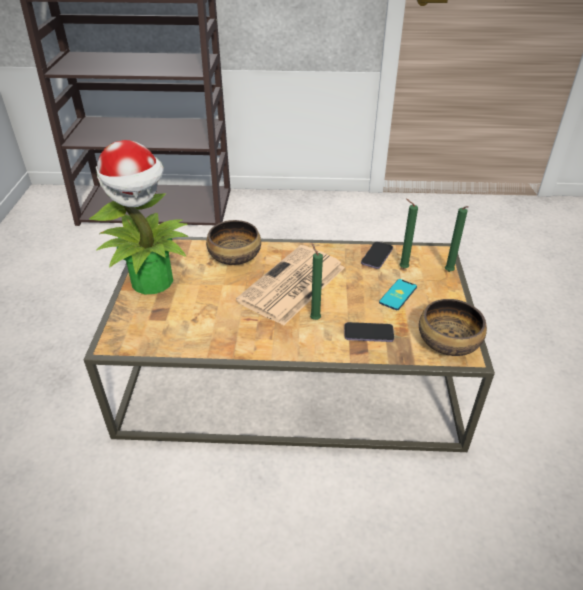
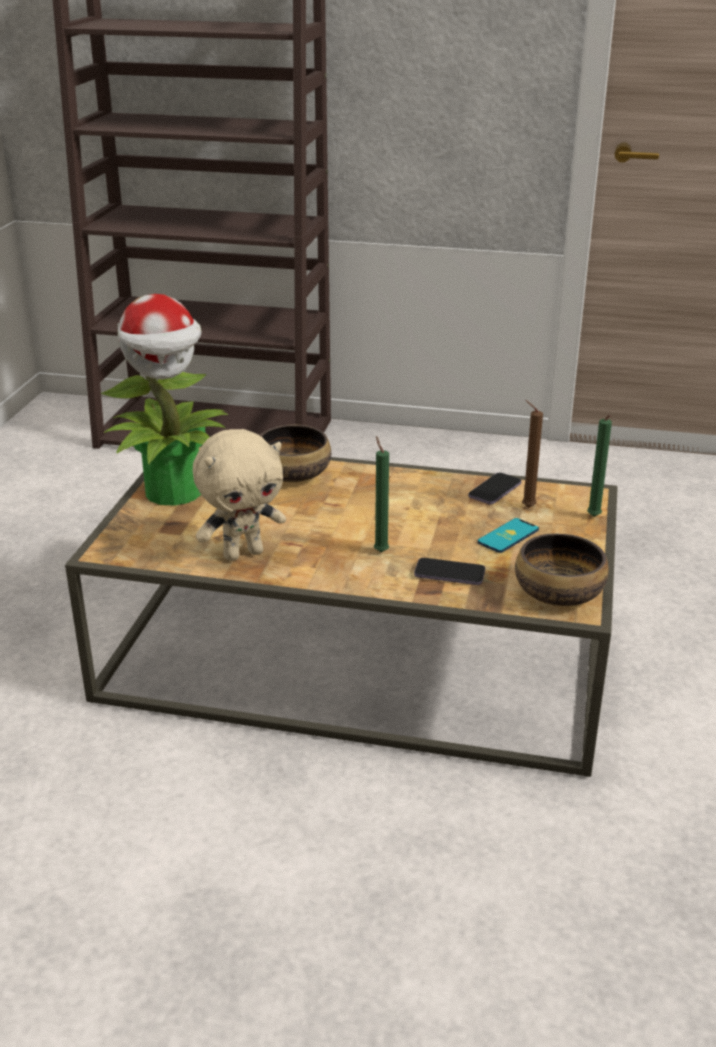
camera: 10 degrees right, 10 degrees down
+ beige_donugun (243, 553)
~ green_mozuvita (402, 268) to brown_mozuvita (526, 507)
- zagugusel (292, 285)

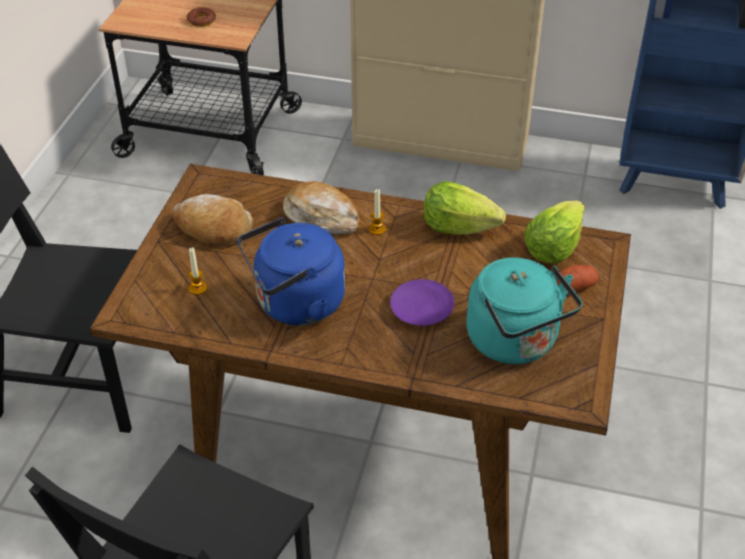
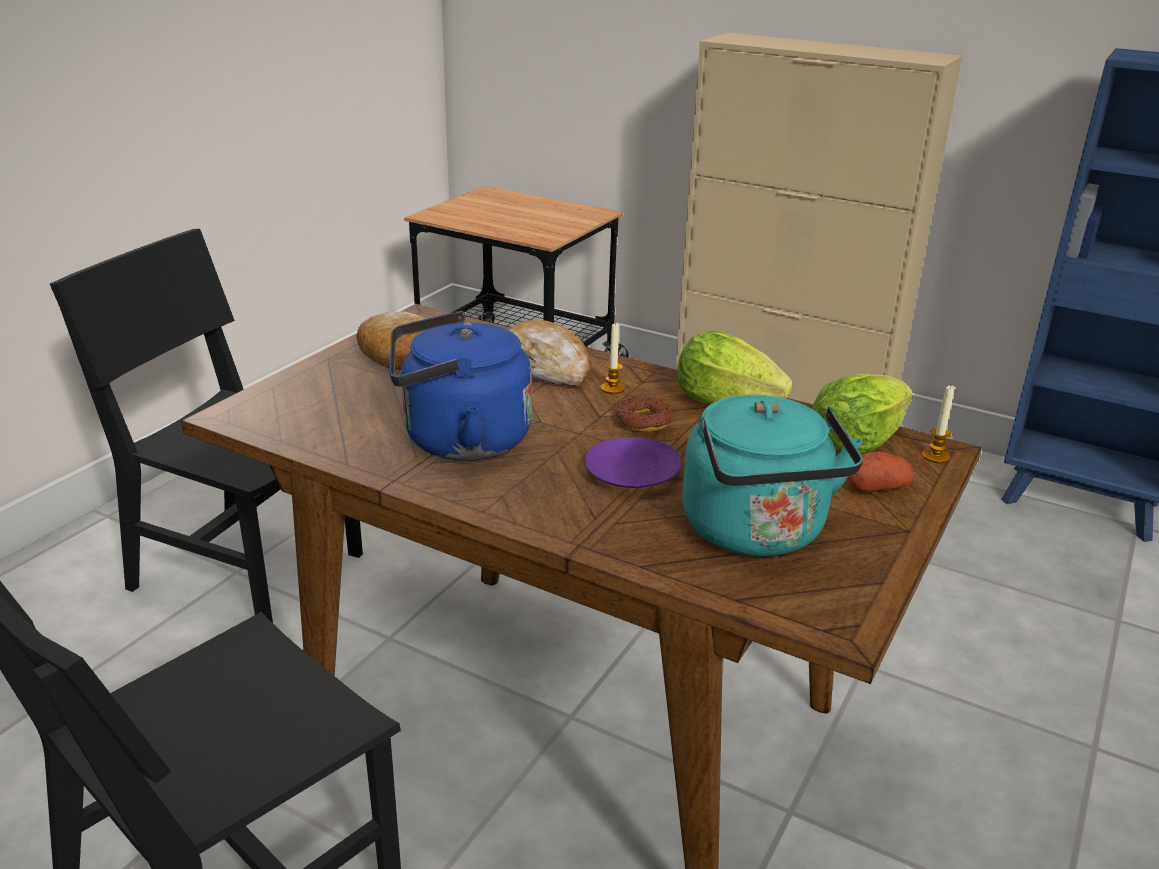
camera: 15 degrees right, 15 degrees down
~ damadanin (201, 20) to (643, 421)
~ mozuvita (197, 288) to (935, 456)

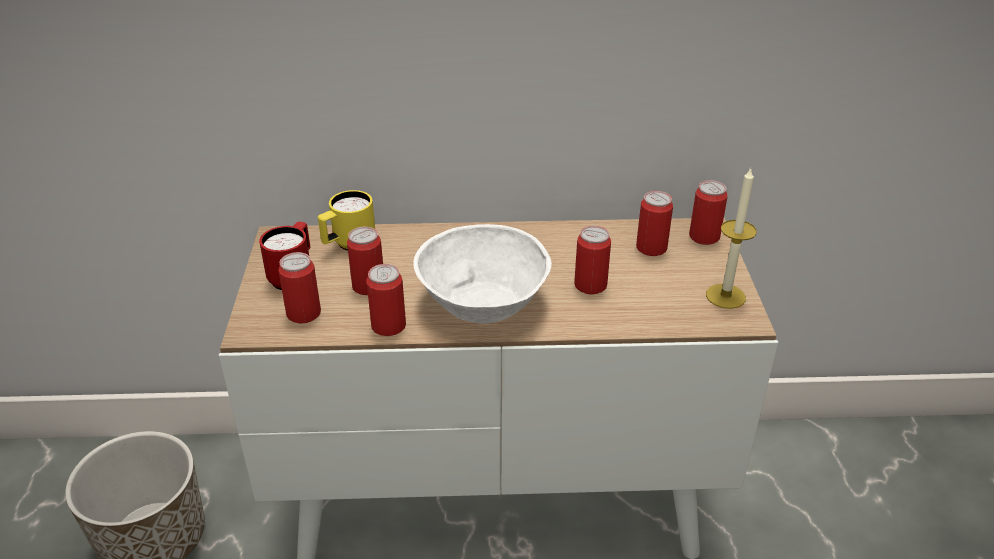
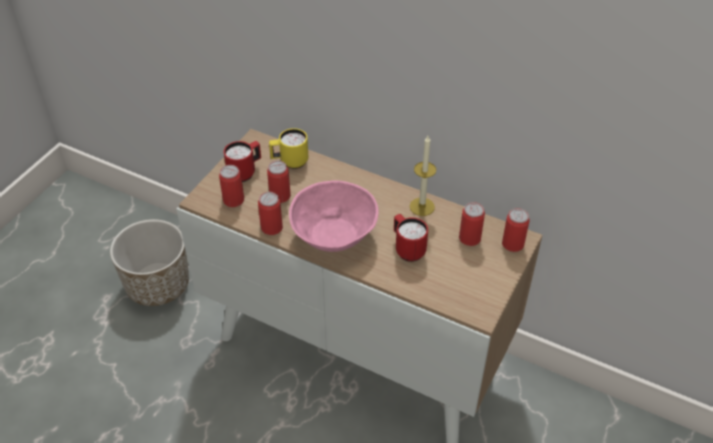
camera: 30 degrees right, 10 degrees up
~ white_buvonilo (485, 304) to pink_buvonilo (335, 236)
~ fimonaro (590, 285) to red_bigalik (407, 249)
~ mozuvita (725, 296) to (422, 206)

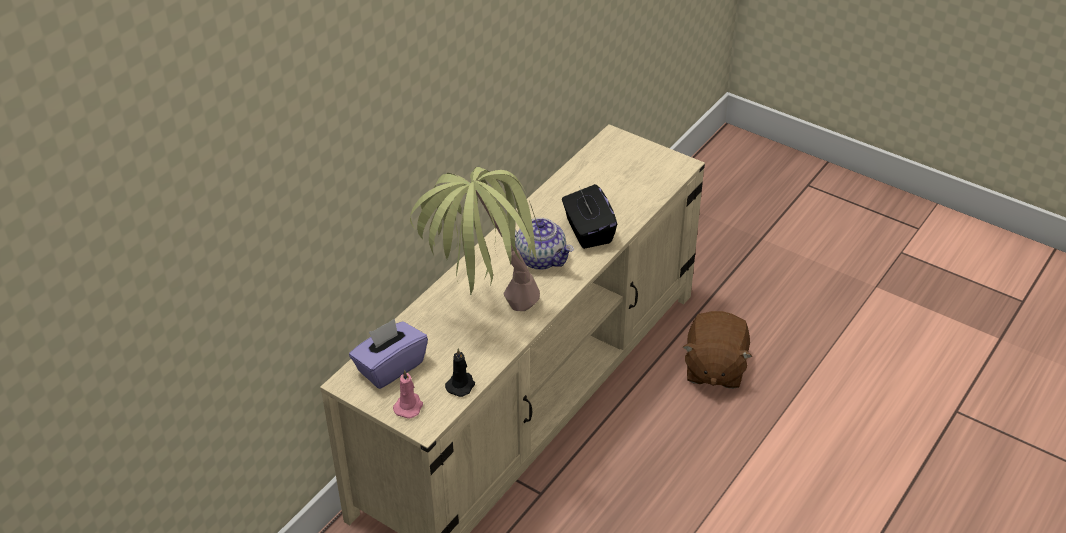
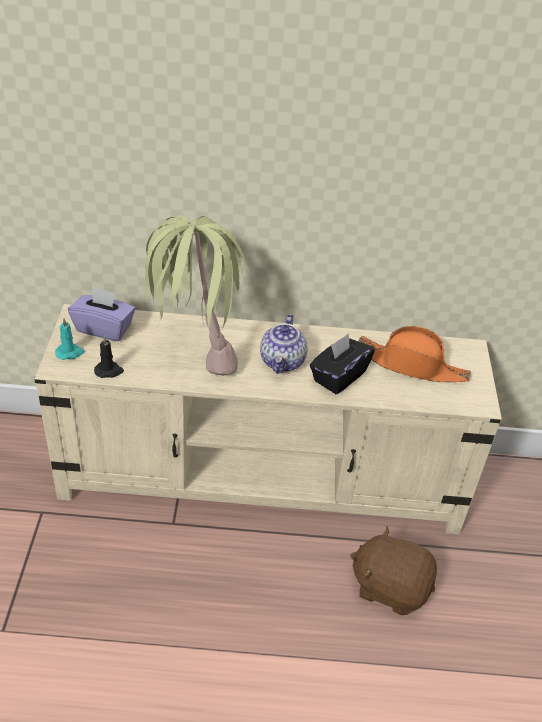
camera: 55 degrees right, 0 degrees up
~ pink_mozuvita (409, 406) to turquoise_mozuvita (70, 353)
~ brown_donugun (714, 368) = (390, 586) 45 degrees clockwise
+ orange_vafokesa (412, 365)

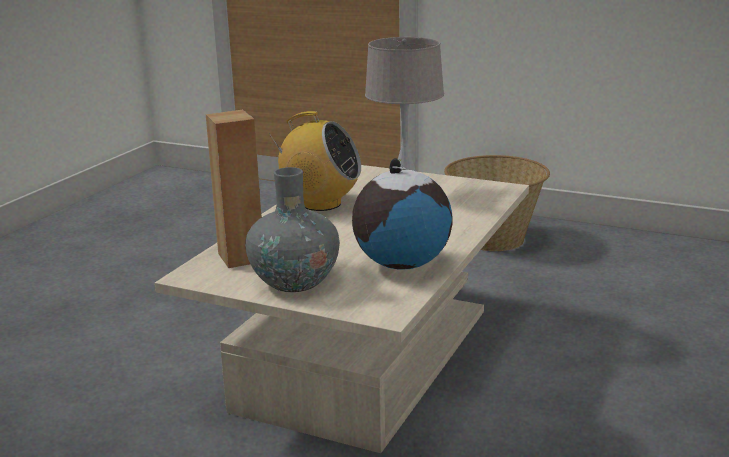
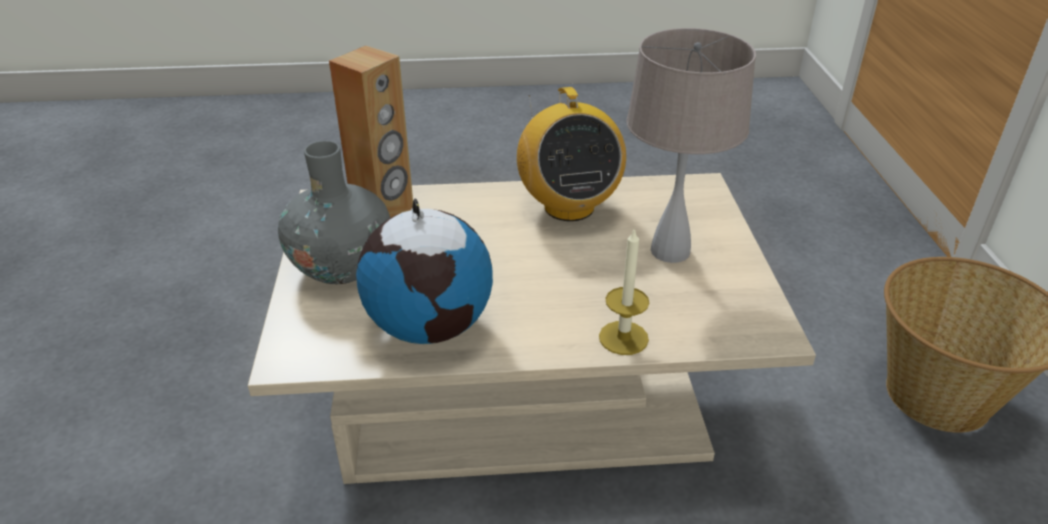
camera: 60 degrees right, 15 degrees up
+ mozuvita (623, 338)

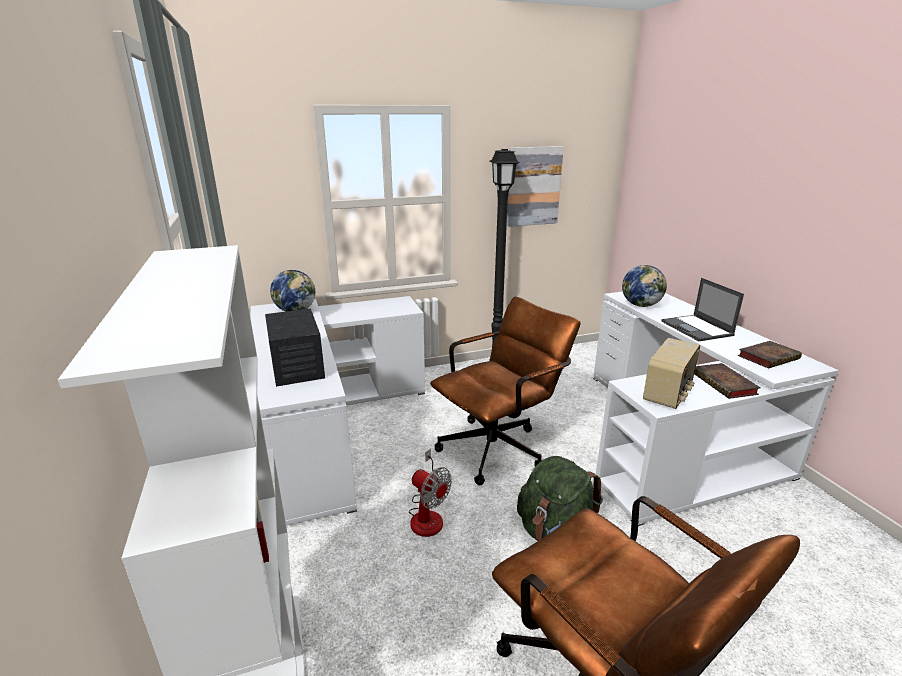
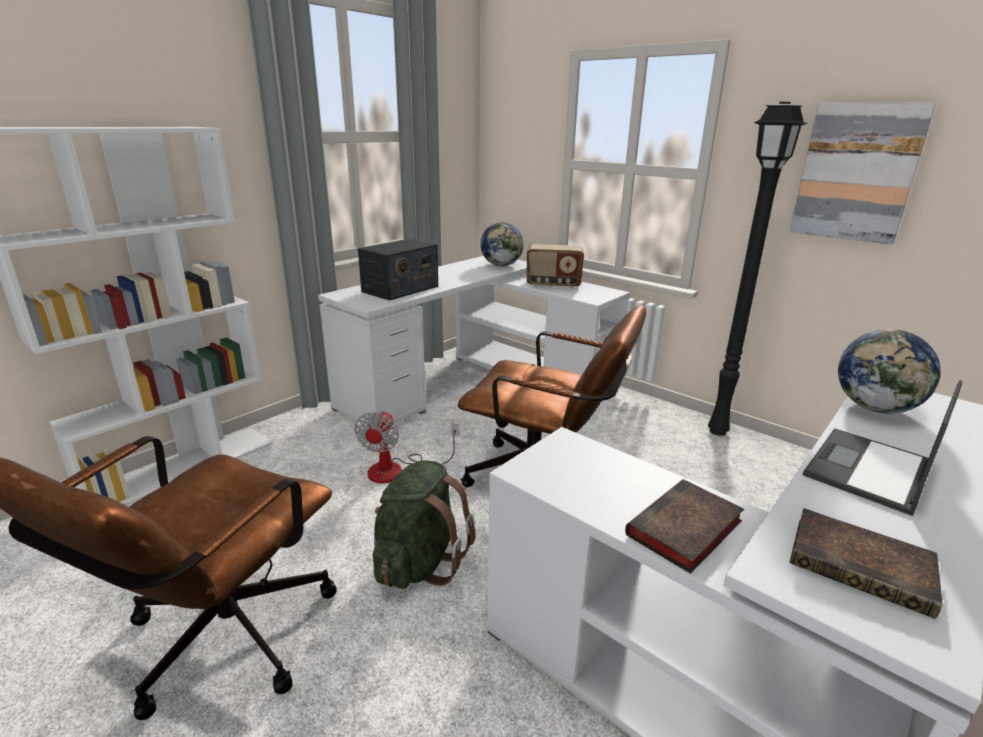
camera: 60 degrees right, 0 degrees up
~ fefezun (668, 394) to (553, 285)

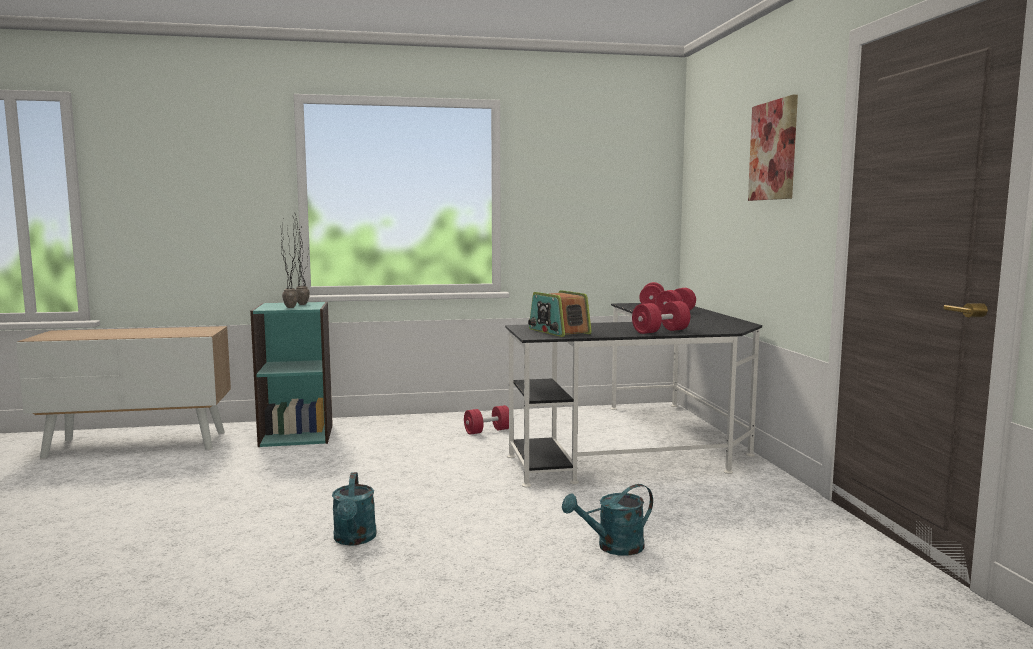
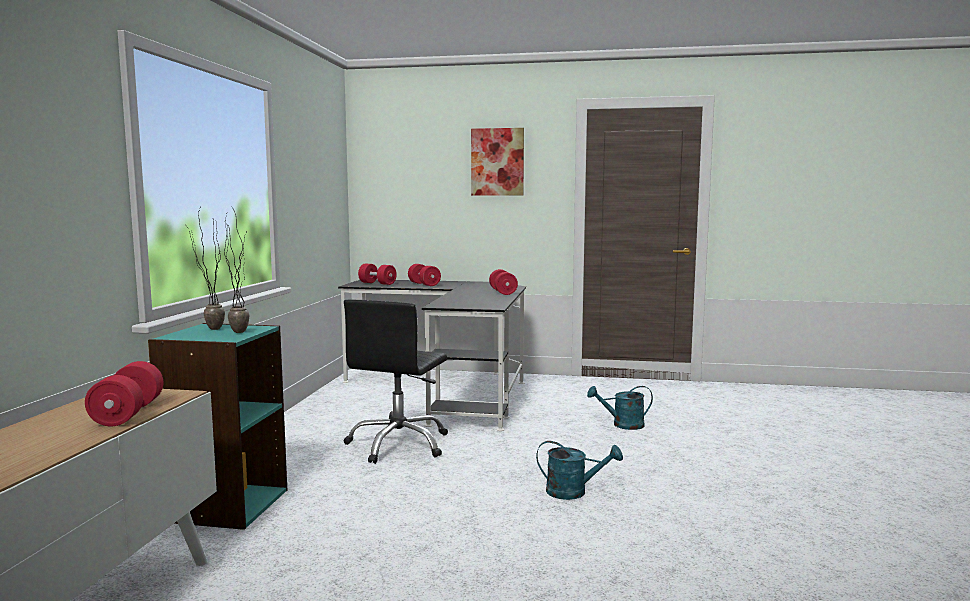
camera: 70 degrees left, 0 degrees up
~ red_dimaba (487, 431) to (128, 413)
+ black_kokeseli (399, 444)
~ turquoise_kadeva (613, 547) = (622, 425) 90 degrees clockwise
- fefezun (558, 331)

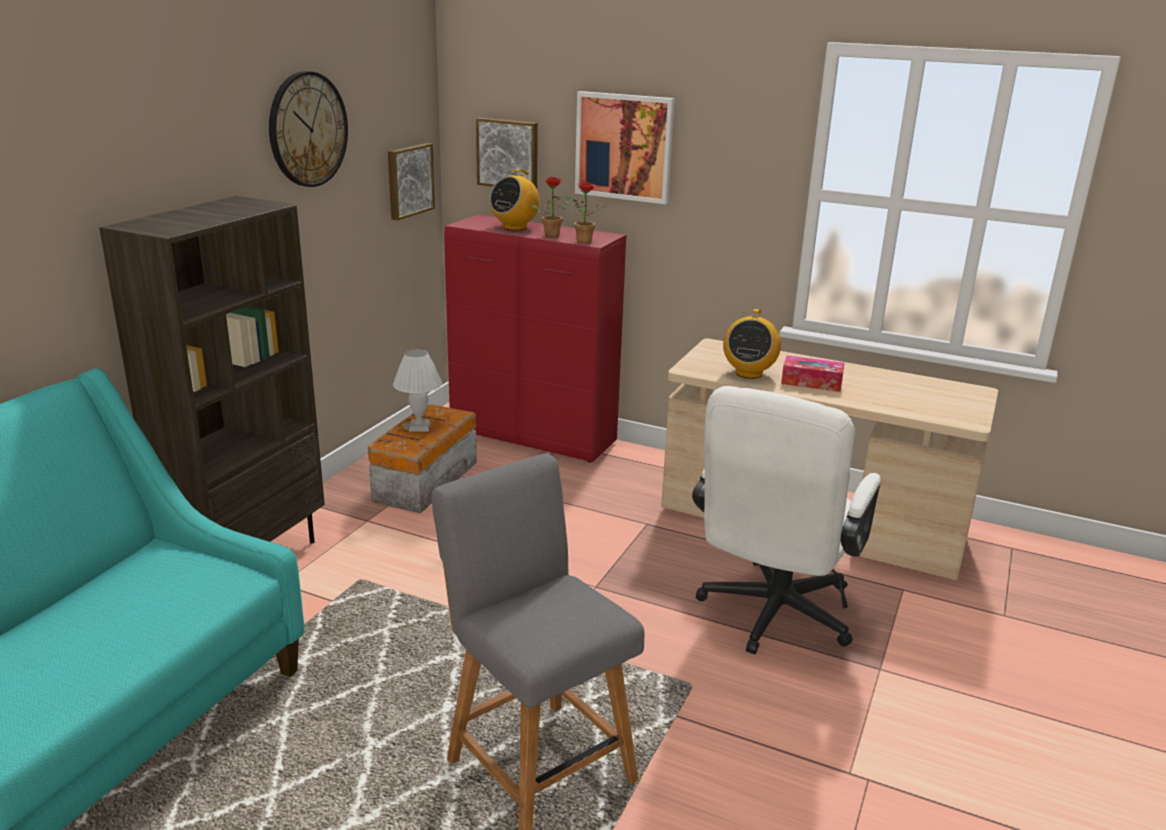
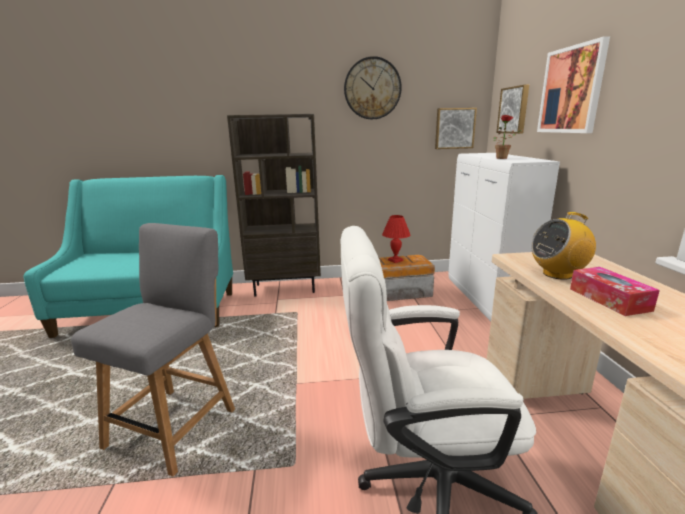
camera: 60 degrees right, 5 degrees down
~ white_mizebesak (420, 427) to red_mizebesak (395, 260)
~ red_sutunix (534, 437) to white_sutunix (486, 299)
- fefezun (515, 227)
- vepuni (587, 242)

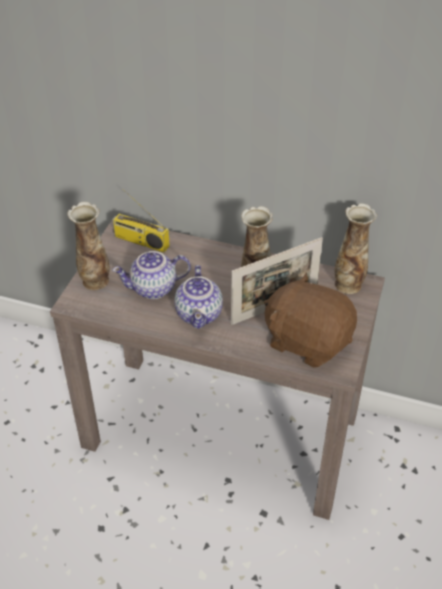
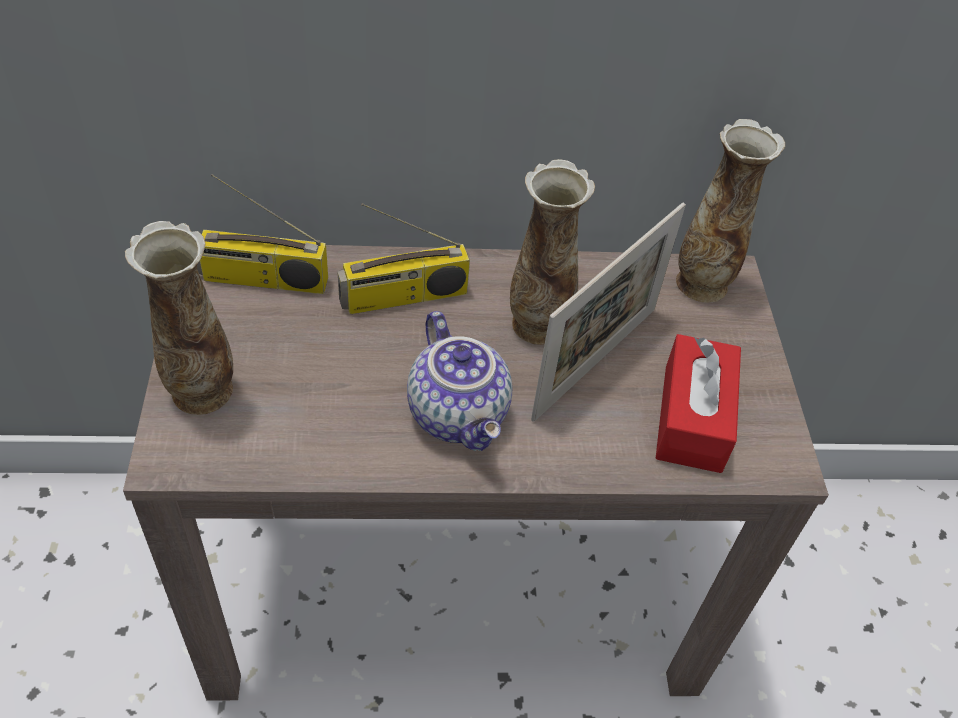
camera: 25 degrees left, 5 degrees up
+ fefezun (403, 298)
~ brown_donugun (307, 341) to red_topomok (692, 418)
- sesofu (153, 289)

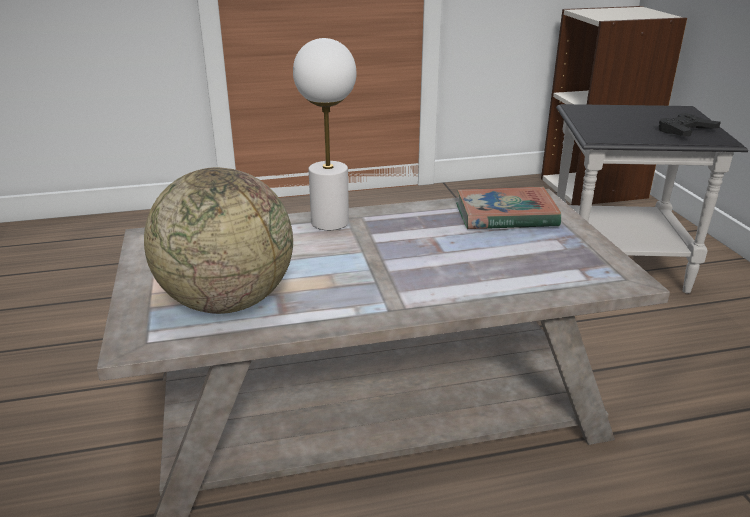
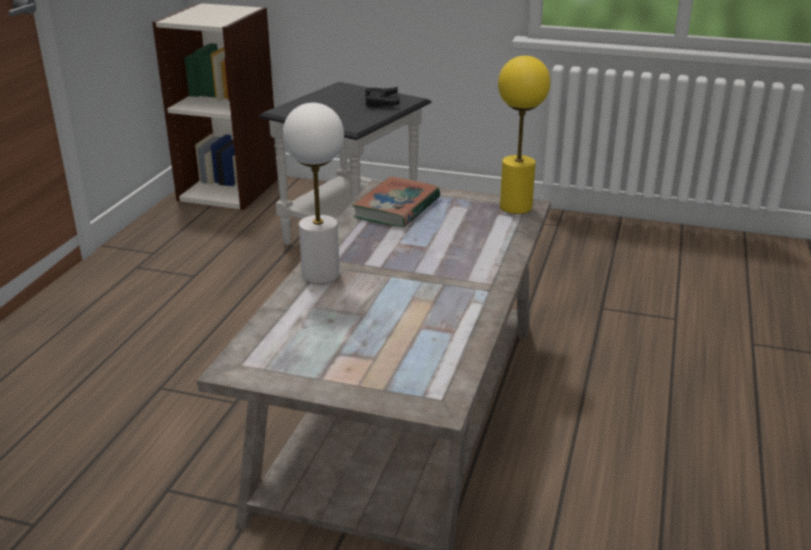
camera: 60 degrees left, 0 degrees up
+ yellow_mizebesak (515, 207)
- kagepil (227, 301)

